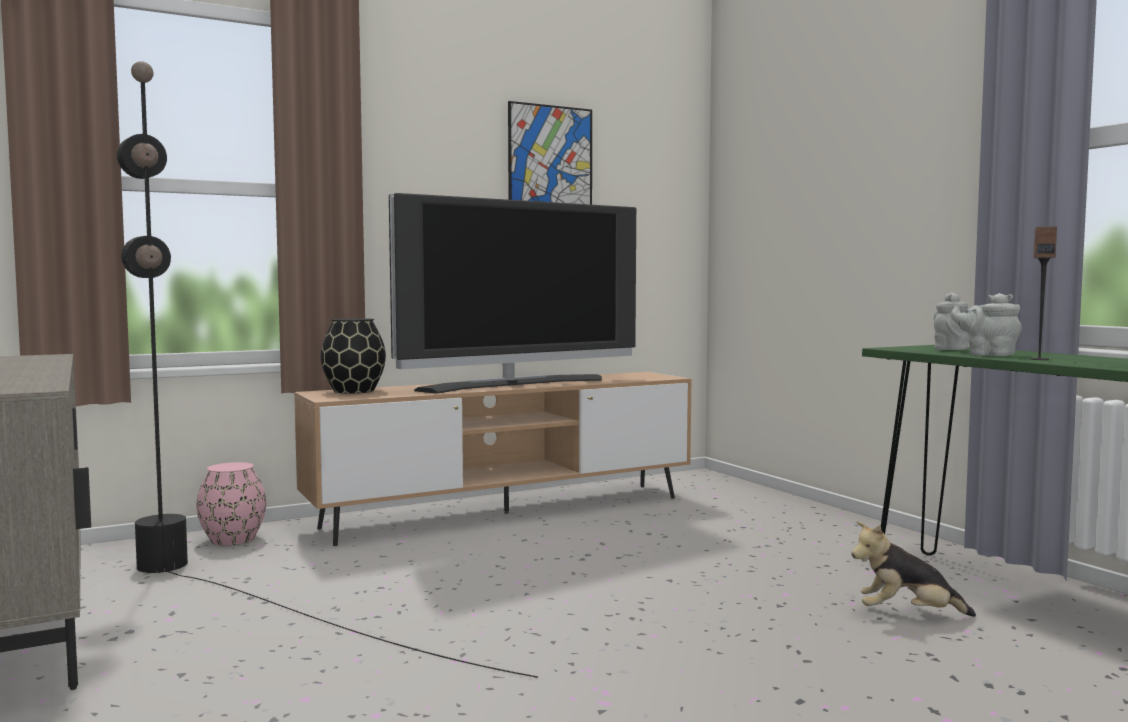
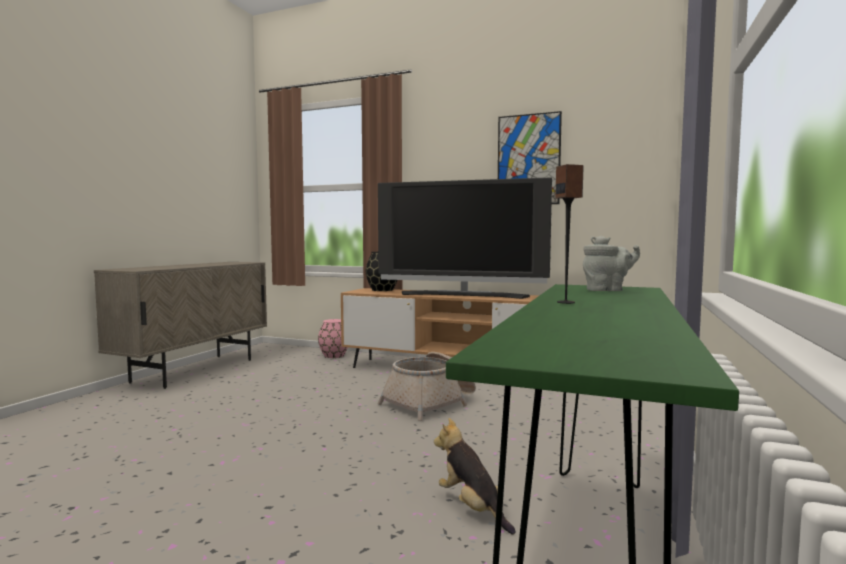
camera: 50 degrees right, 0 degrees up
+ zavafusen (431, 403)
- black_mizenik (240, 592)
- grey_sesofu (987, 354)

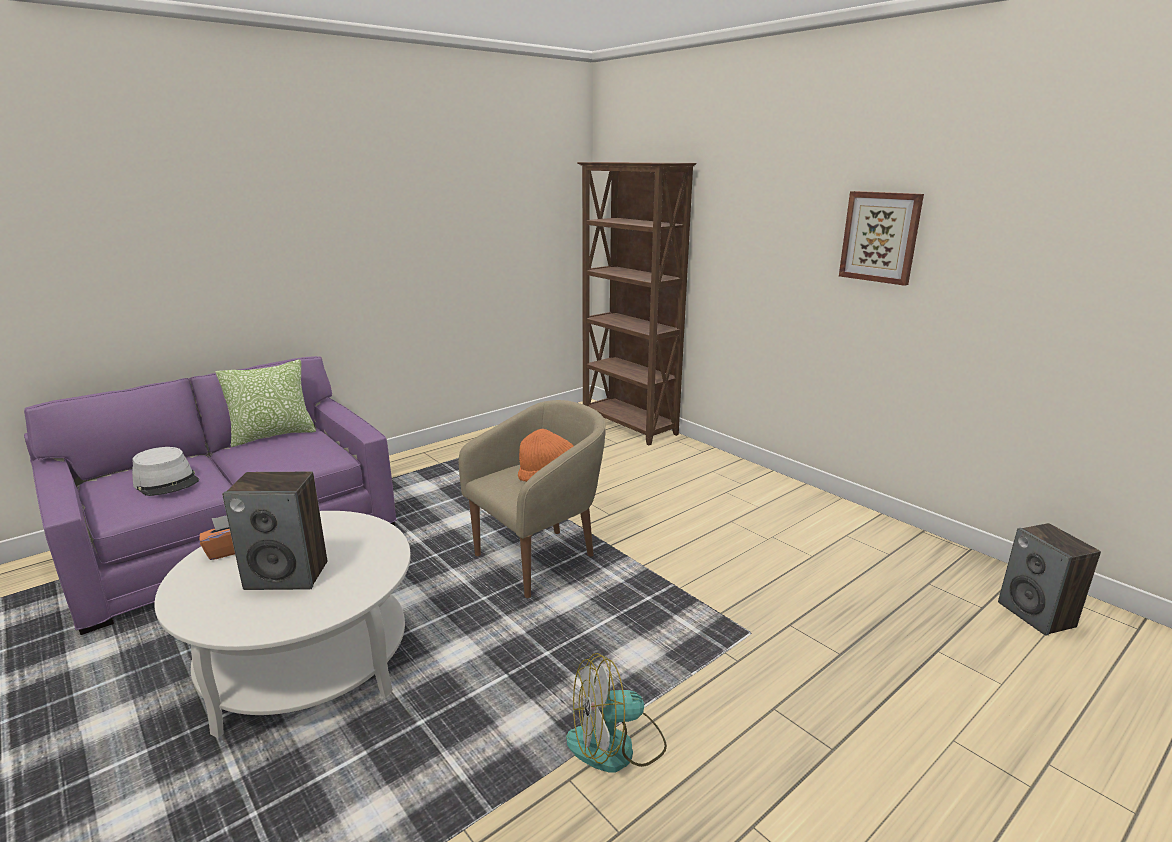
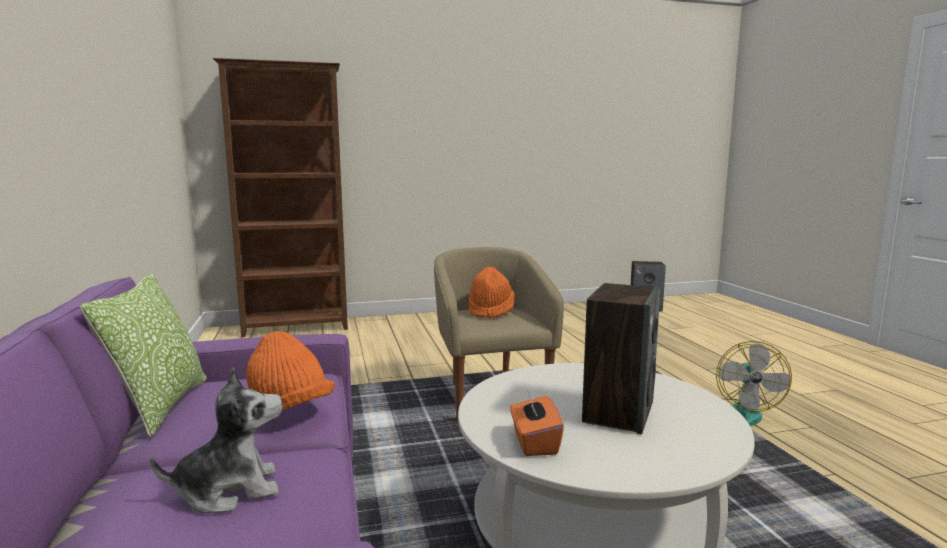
camera: 65 degrees left, 10 degrees down
~ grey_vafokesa (167, 481) to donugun (229, 490)
+ orange_vafokesa (288, 411)
- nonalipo (880, 237)

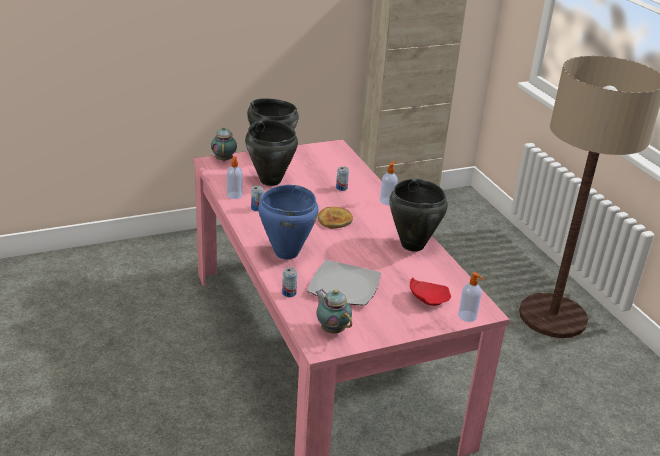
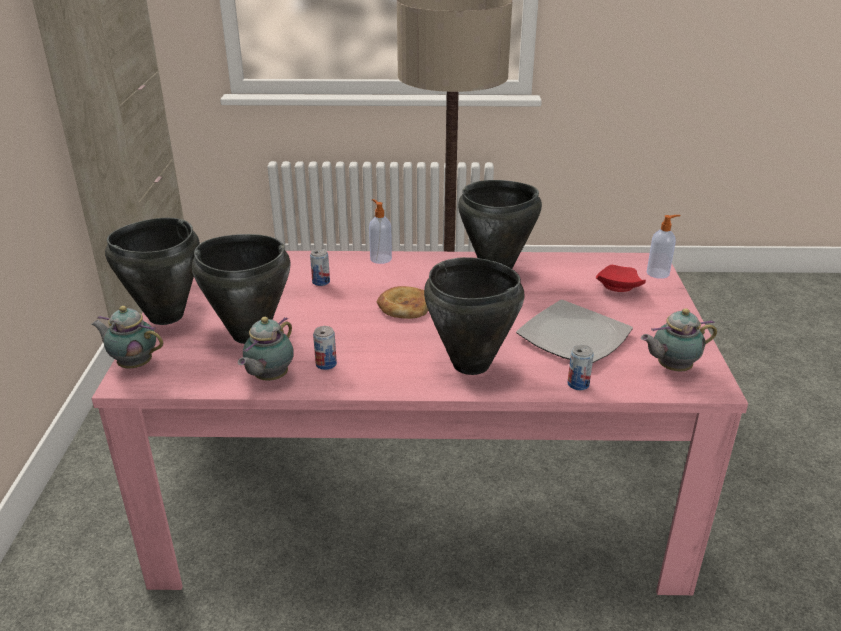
camera: 65 degrees left, 0 degrees up
~ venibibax (234, 195) to sesofu (269, 378)
~ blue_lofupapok (286, 253) to black_lofupapok (471, 365)

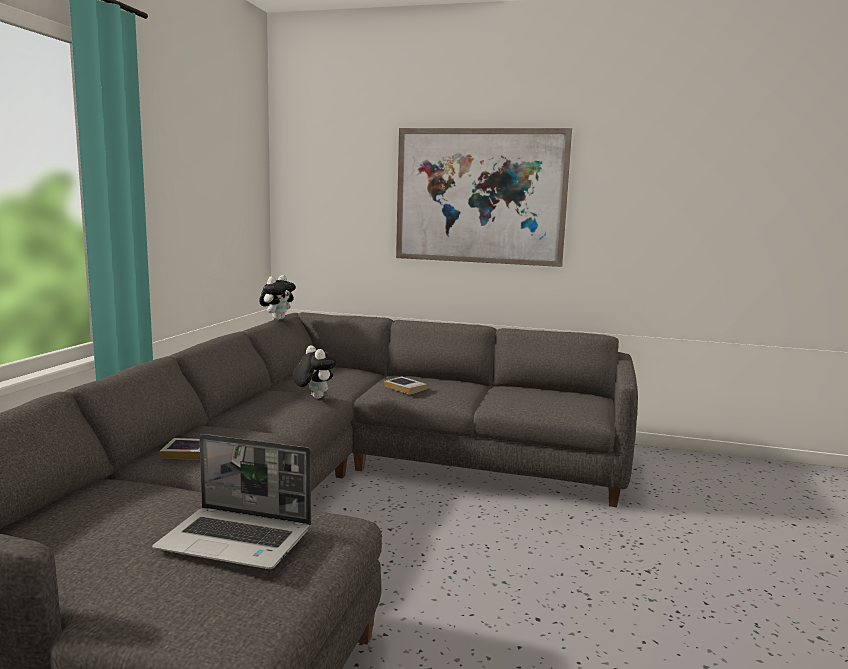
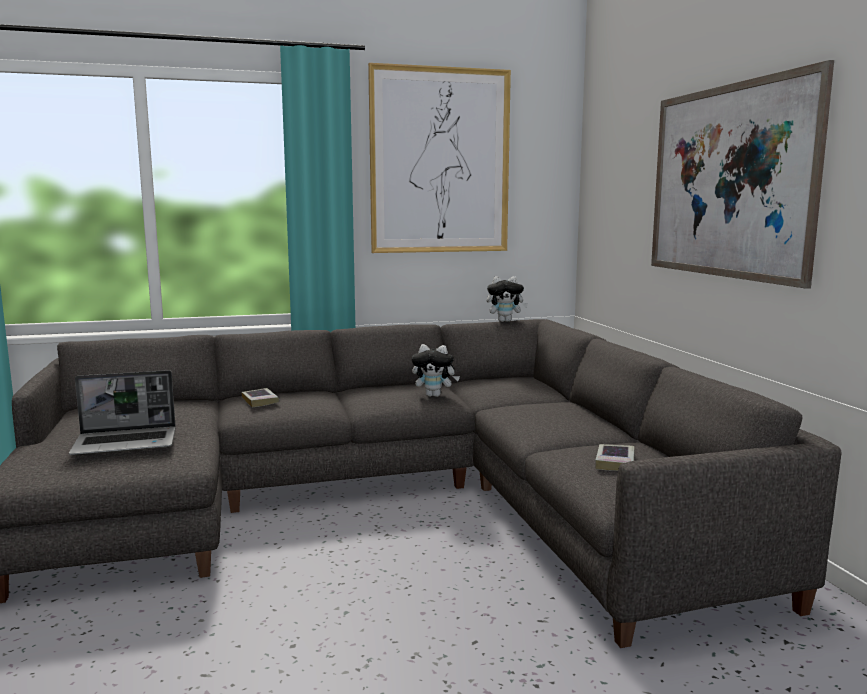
camera: 60 degrees right, 0 degrees up
~ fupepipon (237, 540) = (127, 443) 90 degrees counterclockwise
+ nonalipo (440, 161)
~ donugun (313, 397) = (434, 395) 75 degrees clockwise
~ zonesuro (405, 388) to (615, 462)

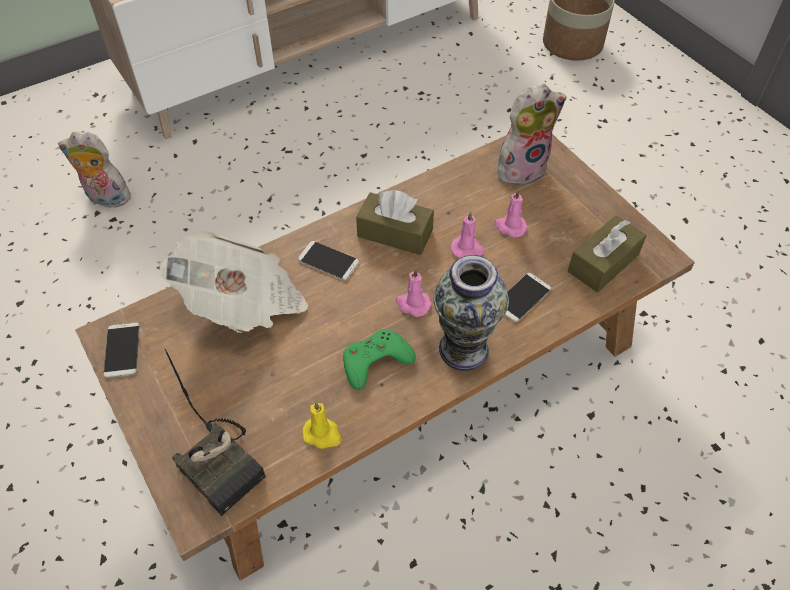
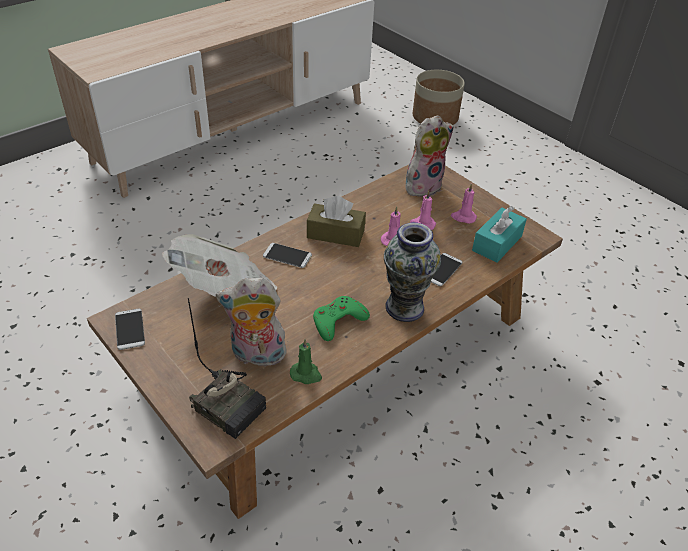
camera: 10 degrees left, 10 degrees down
~ donugun (106, 199) to (256, 356)
~ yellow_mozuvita (323, 434) to green_mozuvita (306, 374)
~ pink_mozuvita (412, 304) to (463, 217)
~ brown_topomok (603, 263) to turquoise_topomok (497, 243)

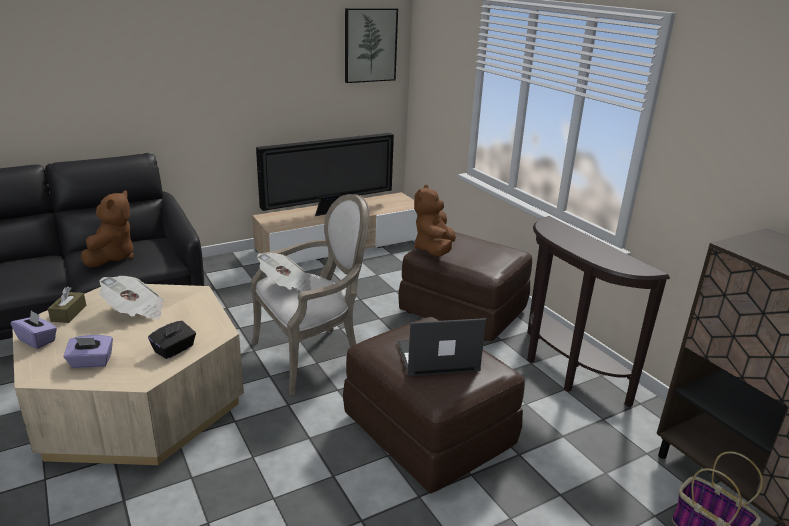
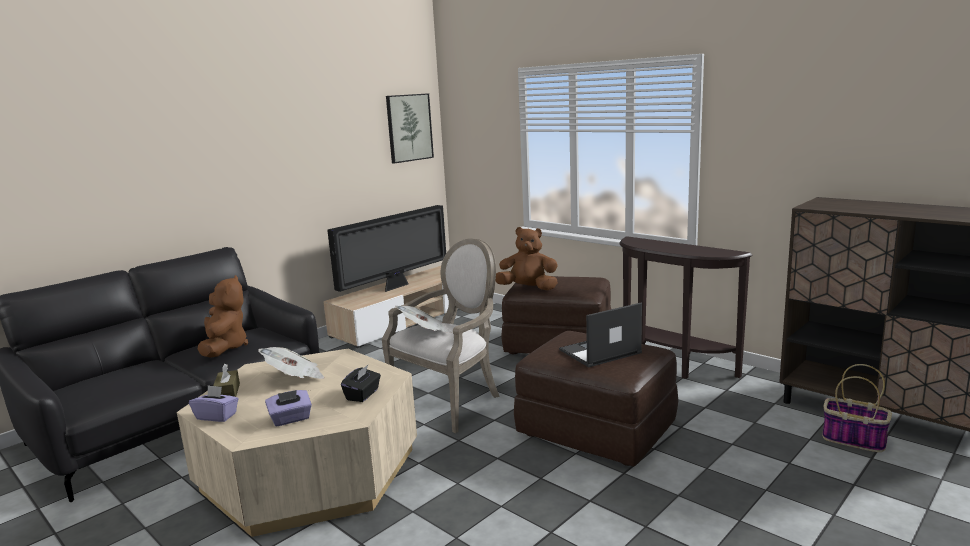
camera: 15 degrees left, 10 degrees down
~ brown_donugun (434, 250) = (528, 288) 105 degrees clockwise

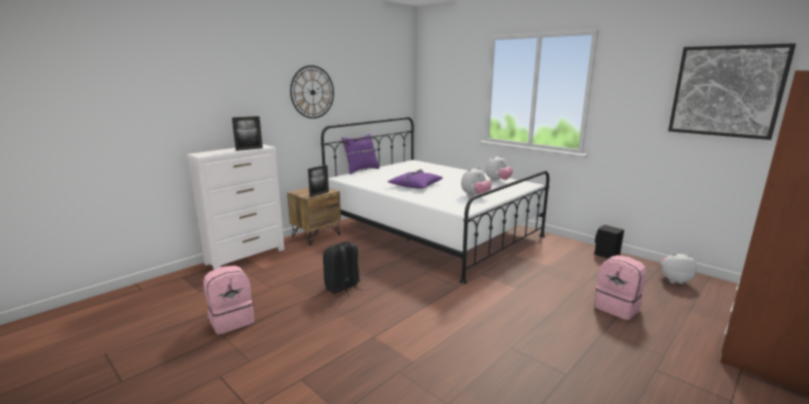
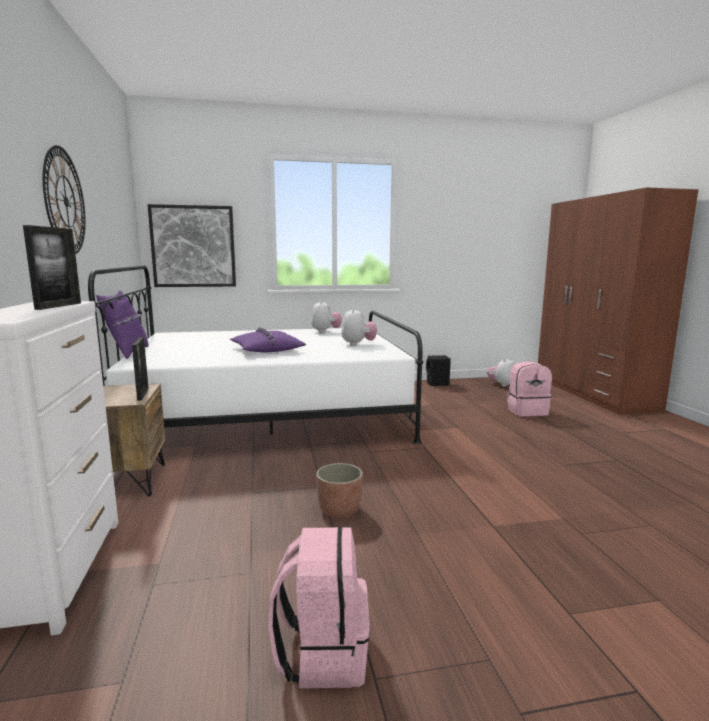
camera: 55 degrees left, 5 degrees down
~ nonalipo (726, 91) to (193, 246)
~ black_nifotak (343, 287) to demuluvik (339, 509)

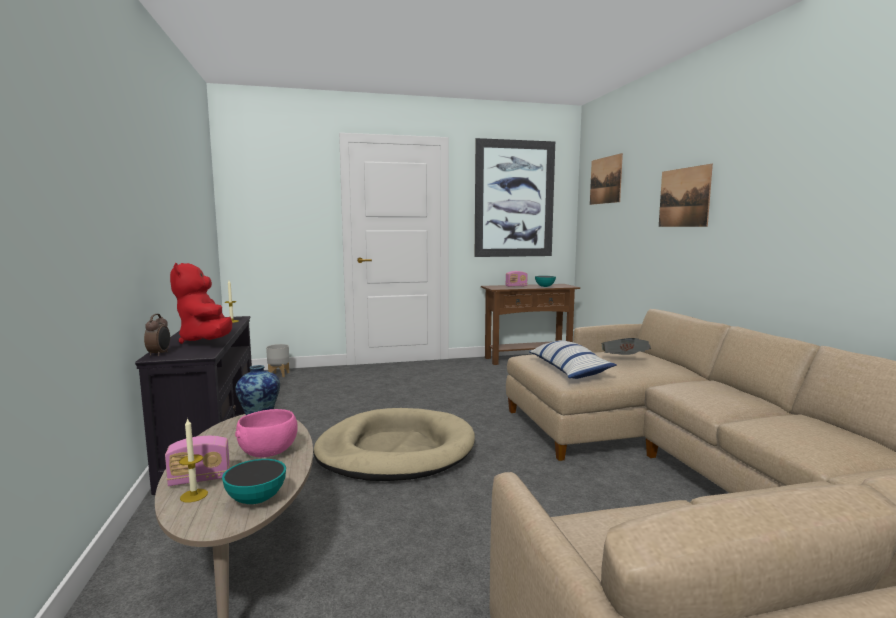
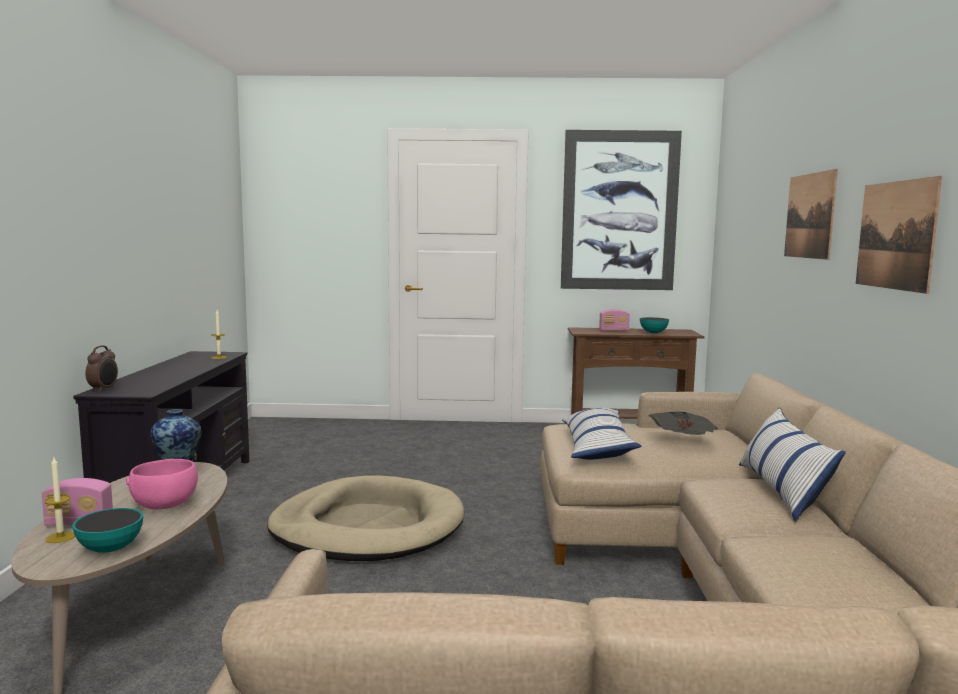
camera: 15 degrees right, 0 degrees up
+ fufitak (781, 490)
~ nonalipo (605, 180) to (895, 235)
- red_donugun (207, 341)
- grey_demuluvik (279, 374)

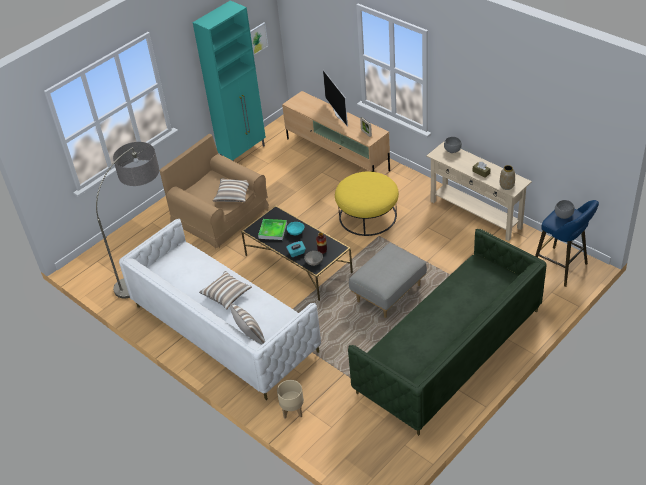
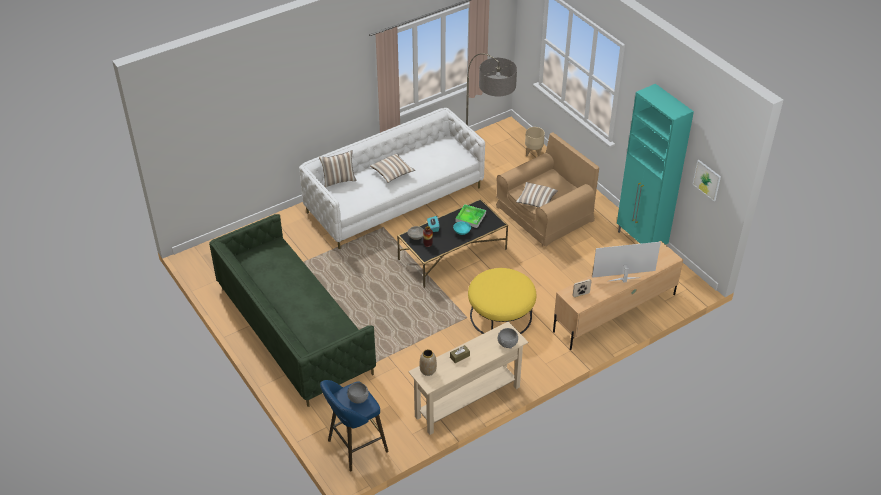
camera: 100 degrees right, 0 degrees up
~ beige_demuluvik (292, 410) to (533, 152)
- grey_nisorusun (388, 293)

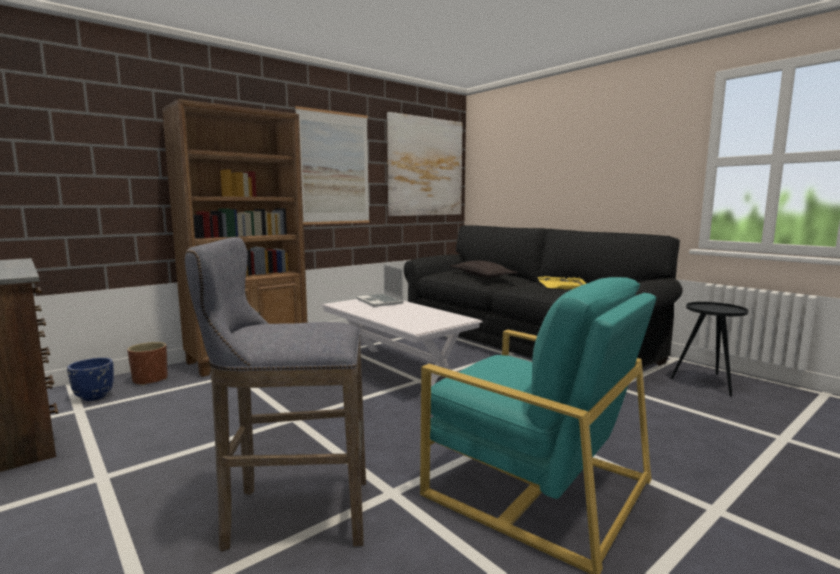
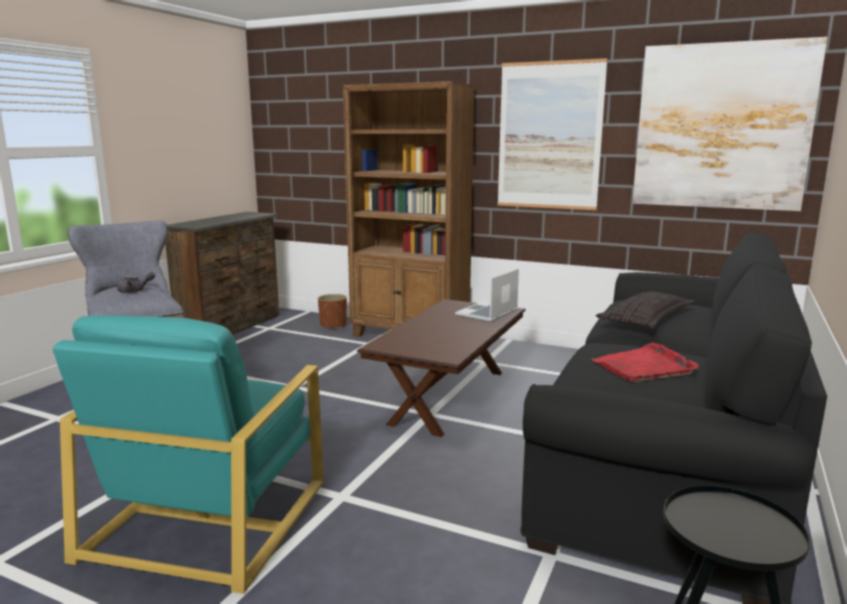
camera: 65 degrees right, 5 degrees up
+ grey_sesofu (135, 291)
~ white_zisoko (397, 370) to brown_zisoko (449, 396)
~ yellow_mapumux (562, 285) to red_mapumux (644, 367)
- blue_demuluvik (94, 397)

